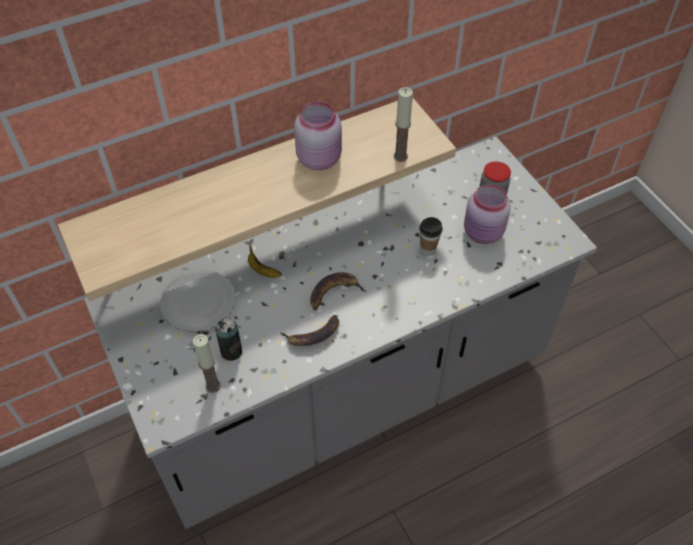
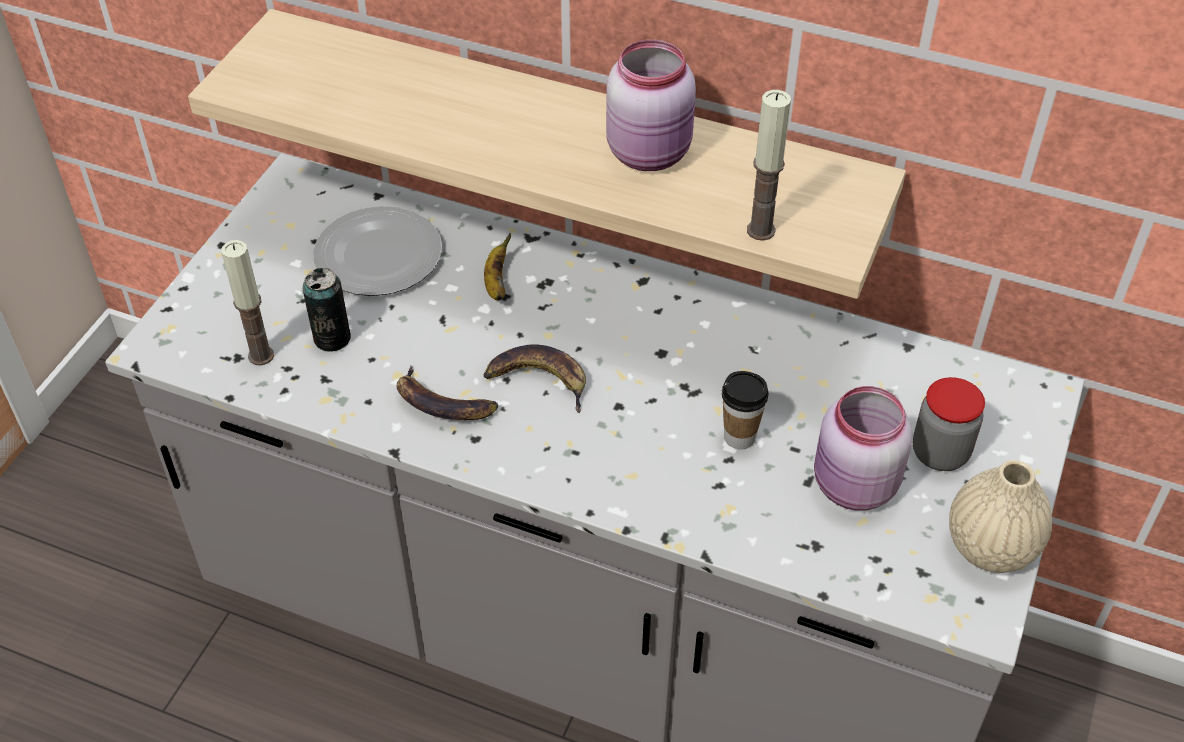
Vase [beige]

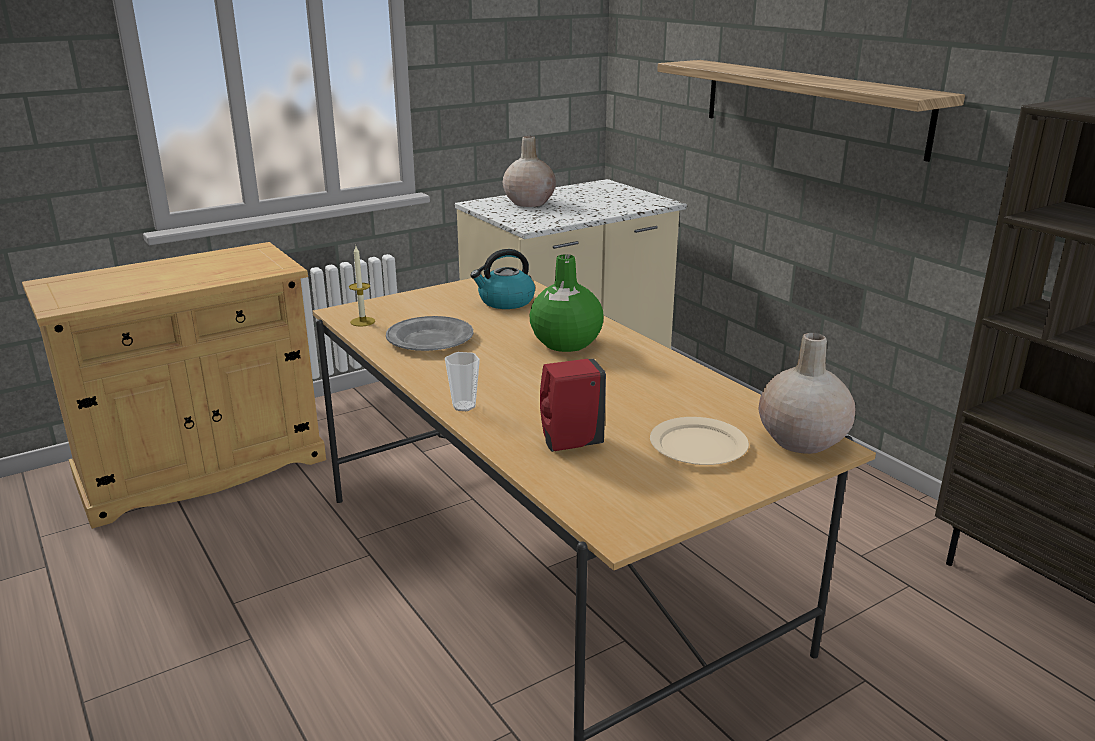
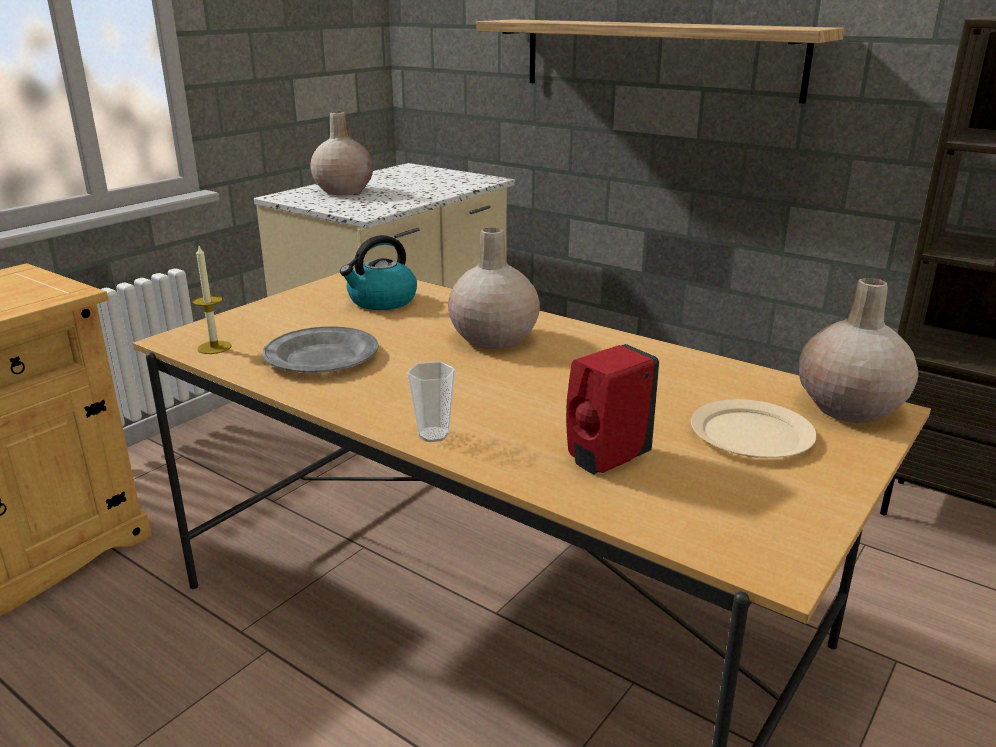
Vase [beige] (no. 2 from left)

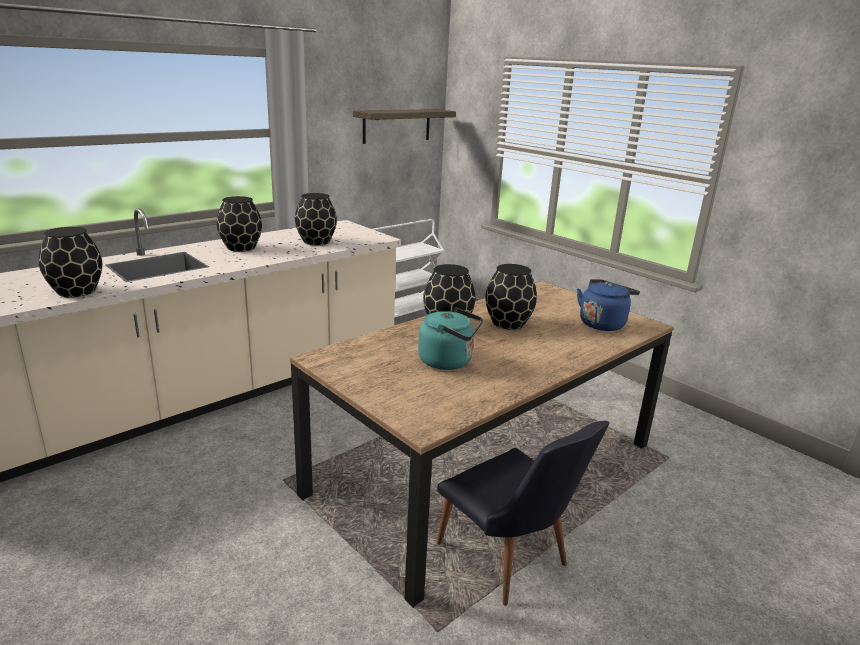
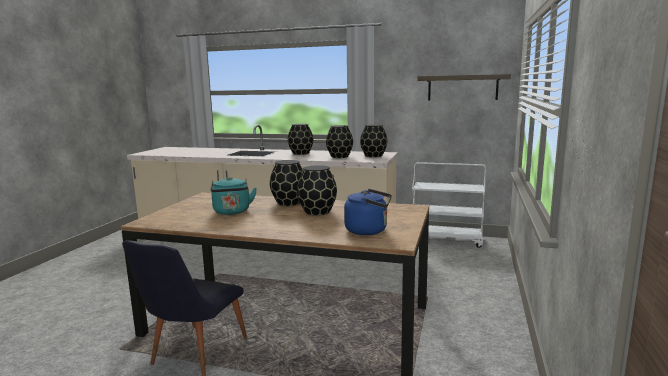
Vase [schwarz] (no. 5 from left)

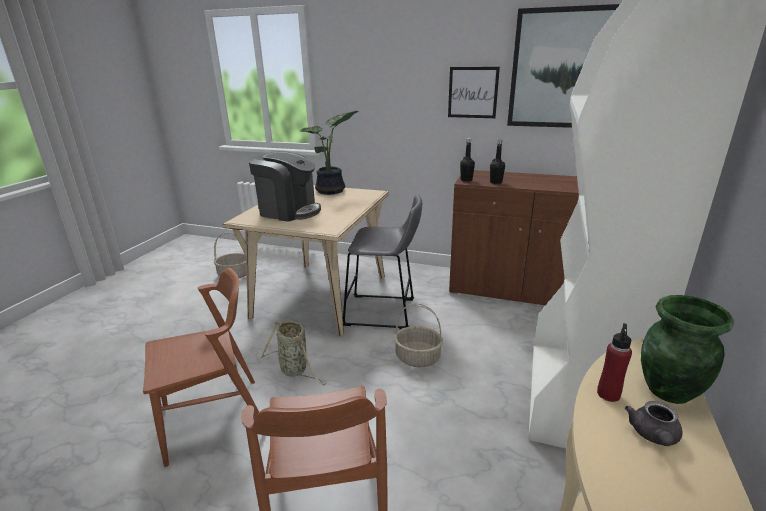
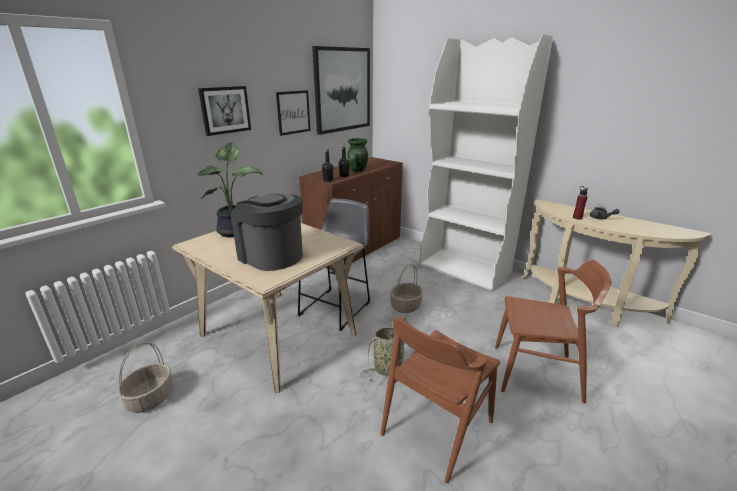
Kaffeemaschine
Stuhl [braun] (no. 1 from left)
Vase [grün]
Bild (no. 1 from left)

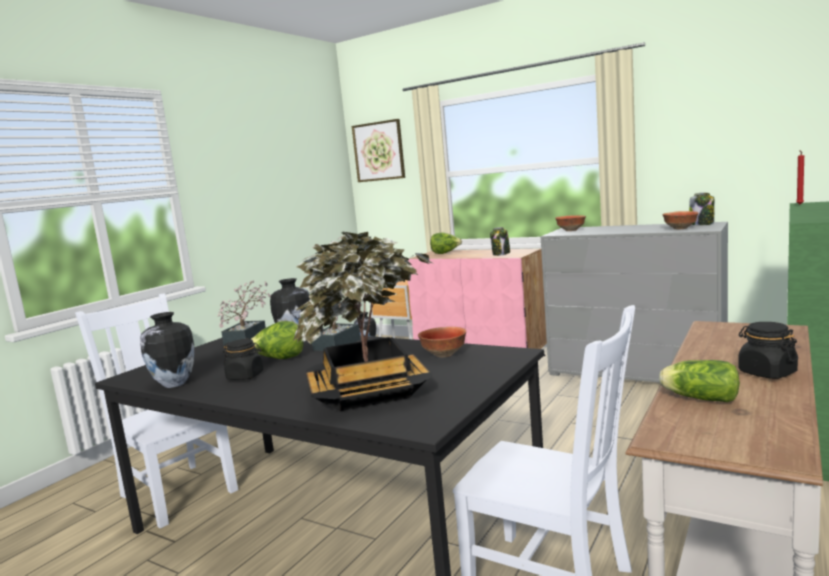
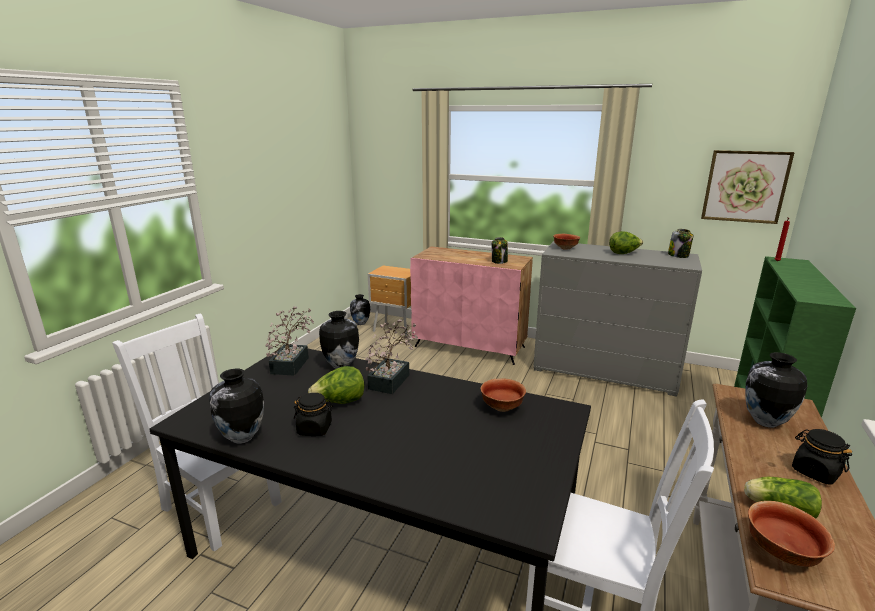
Bild
Schüssel (no. 3 from left)
Topfpflanze (no. 3 from left in the first image)
Salatkopf (no. 2 from left)
Vase (no. 4 from left)

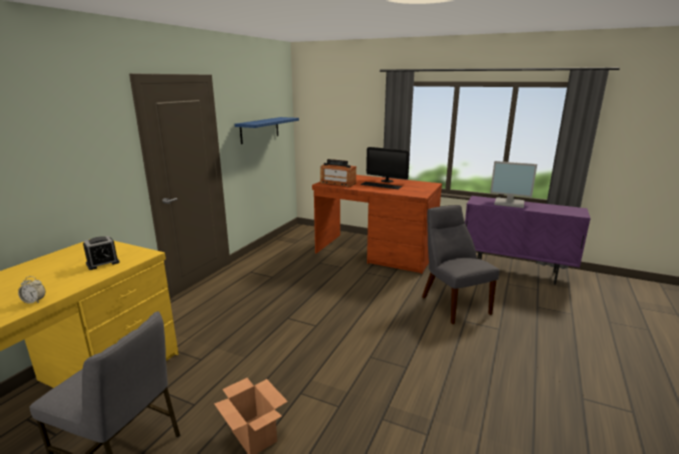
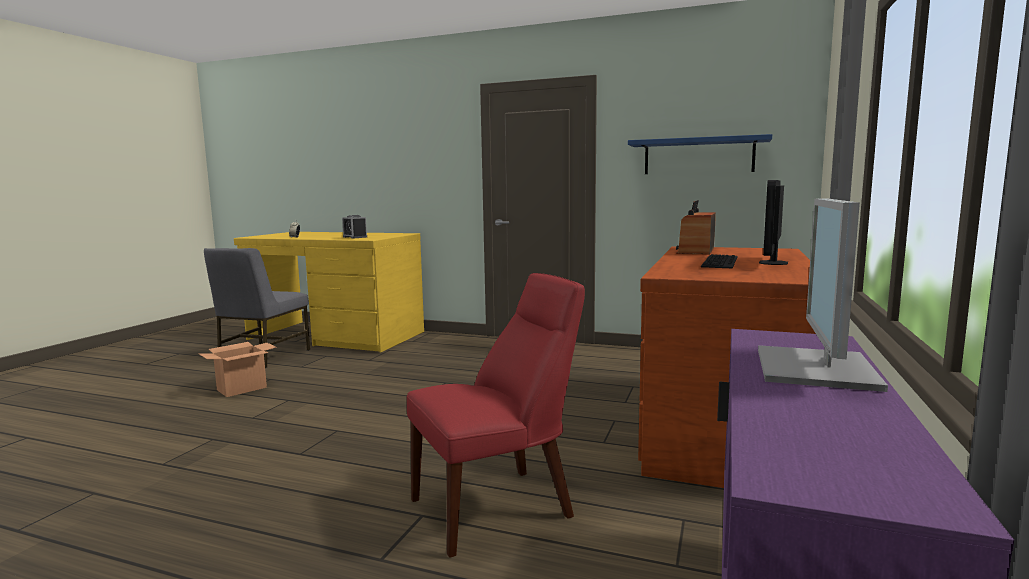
Stuhl [rot]

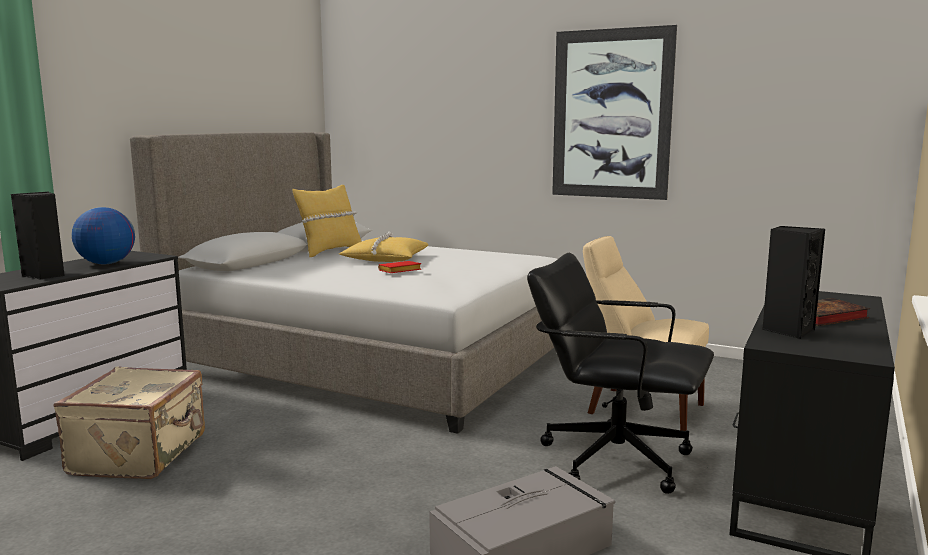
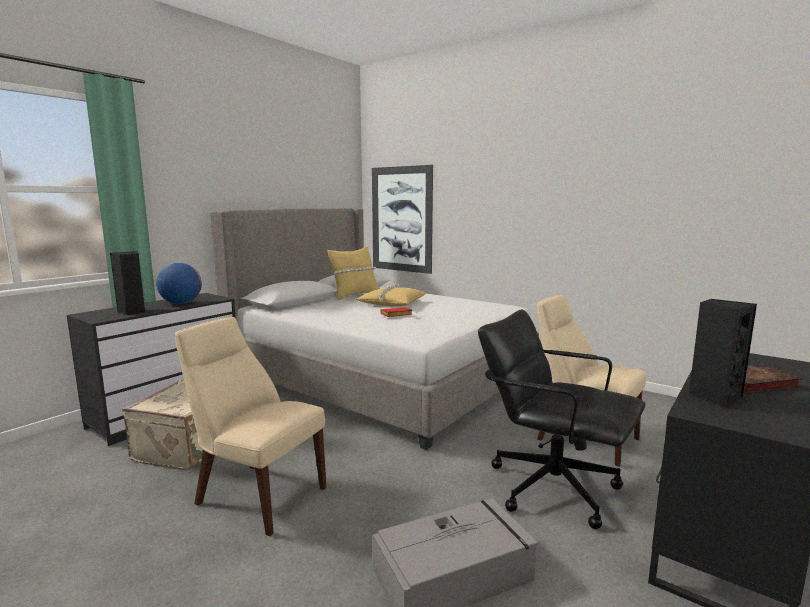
Bild
Stuhl [beige] (no. 1 from left)

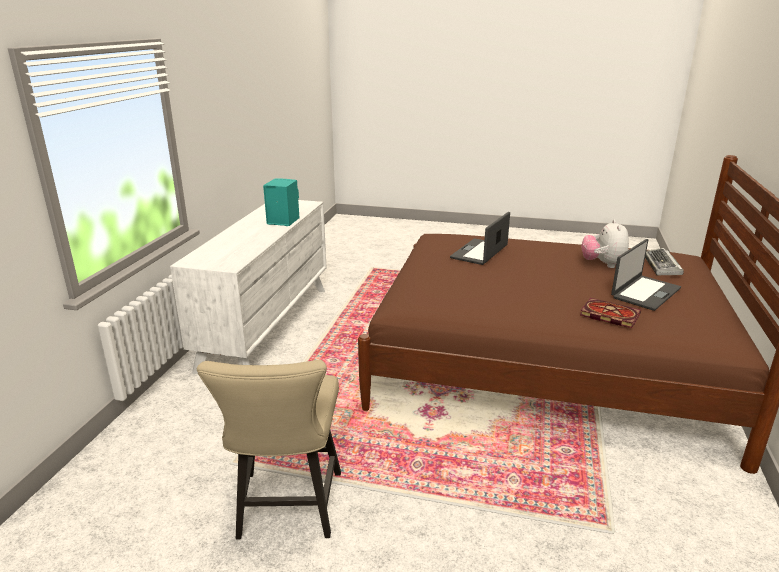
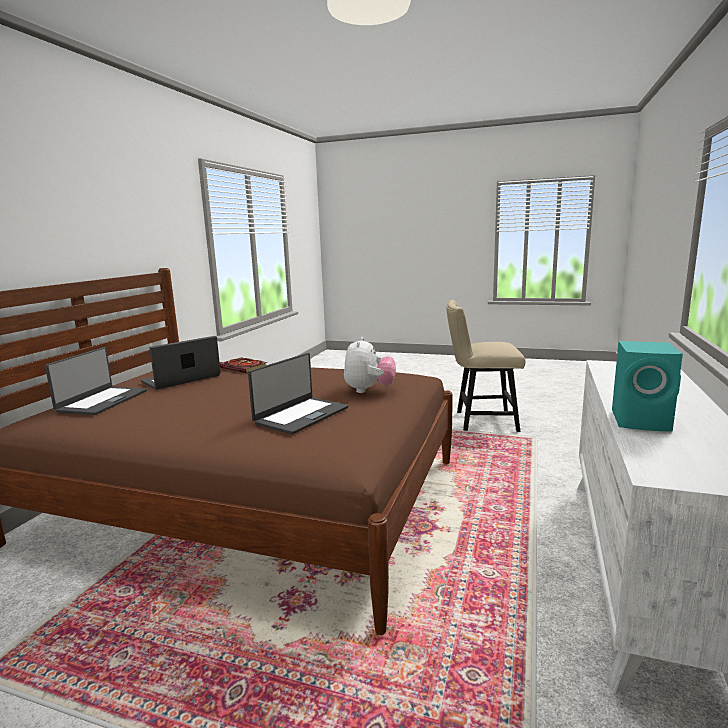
Plüschtier
Laptop (no. 1 from left)
Stuhl [beige]

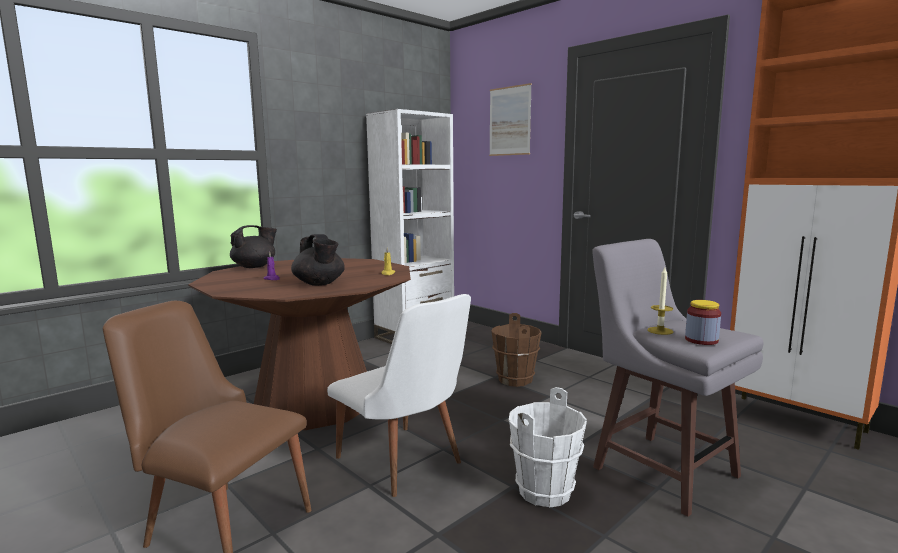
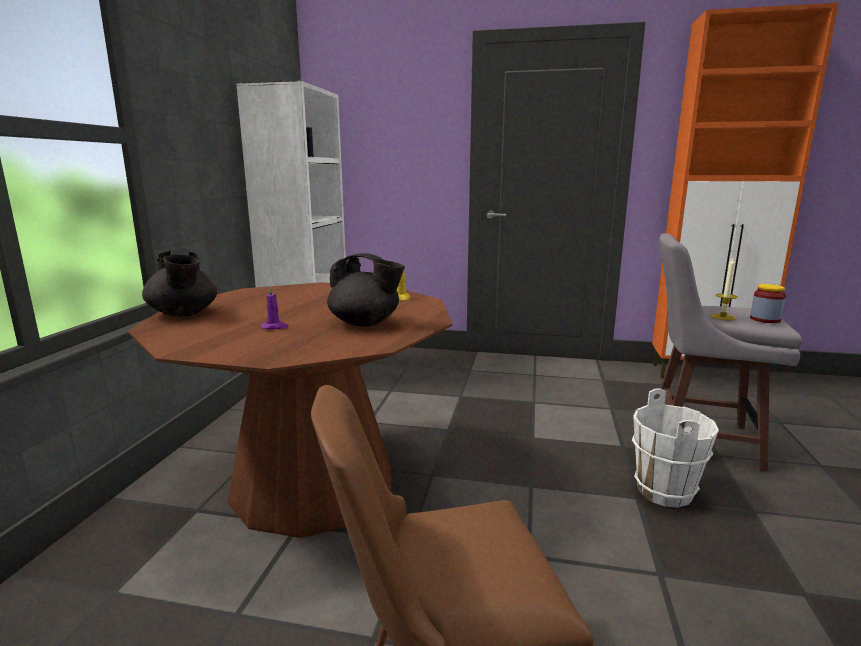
Bild
Teekanne [schwarz] (no. 1 from left)
Stuhl [weiß]
Eimer [braun]

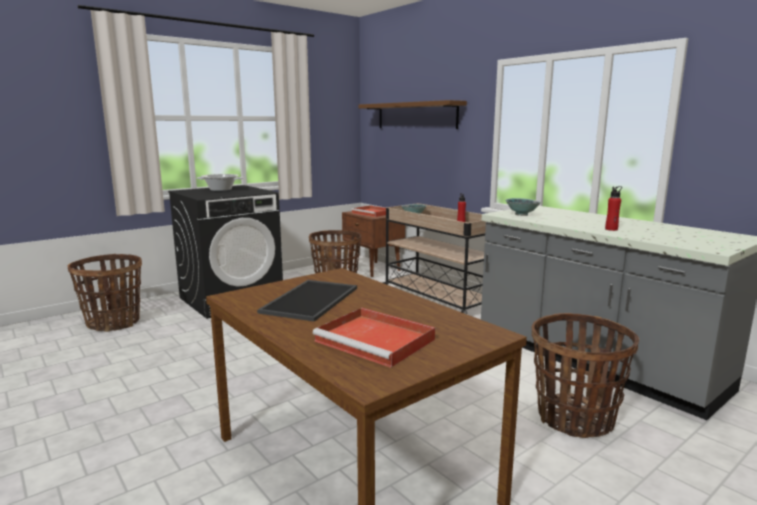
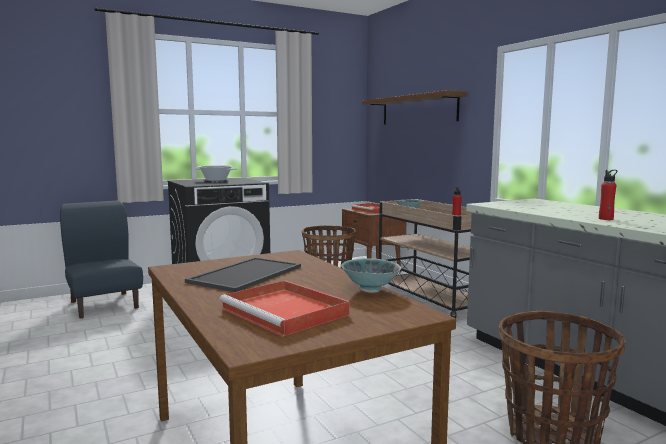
Schüssel (no. 1 from left)
Stuhl [blau]

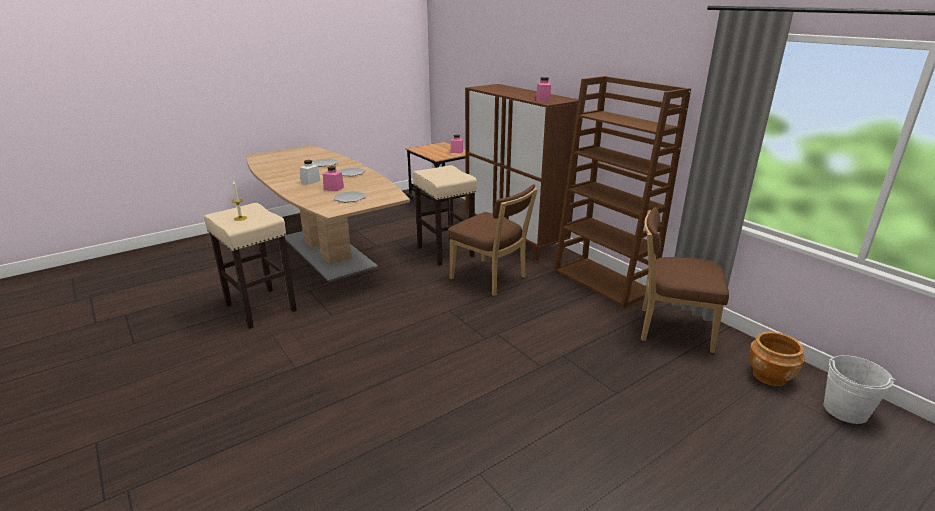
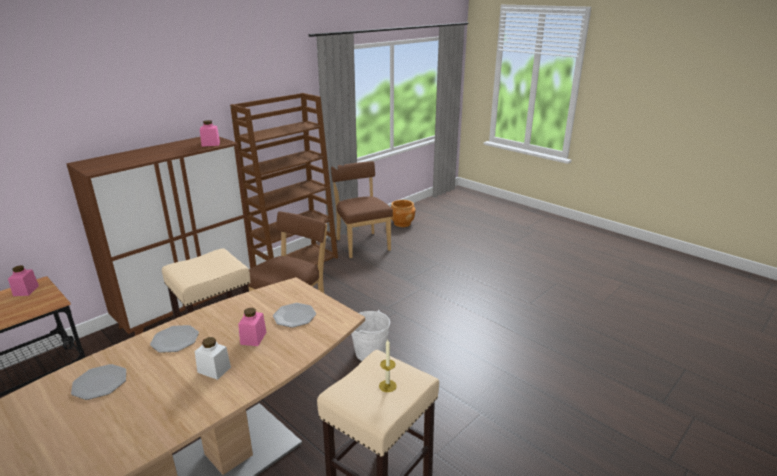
Stuhl [braun] (no. 2 from left)
Eimer [weiß]

